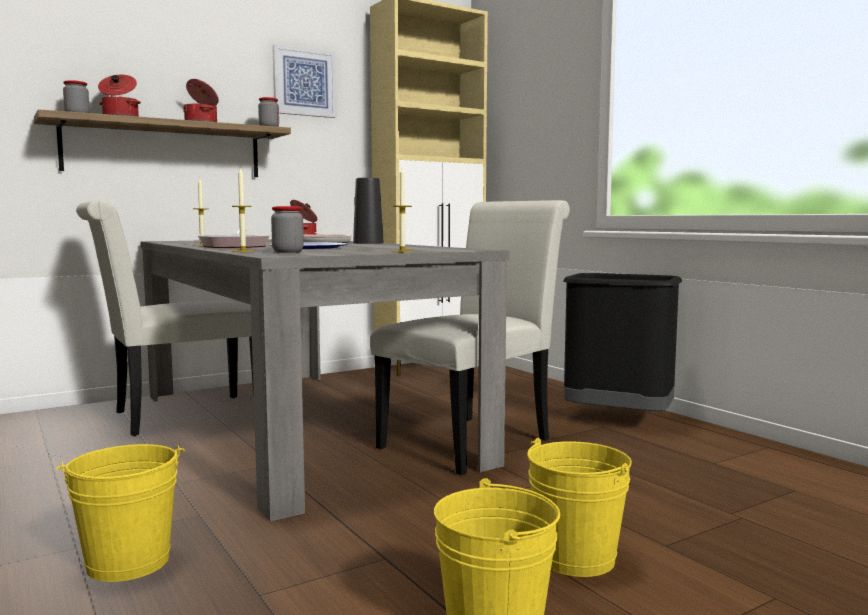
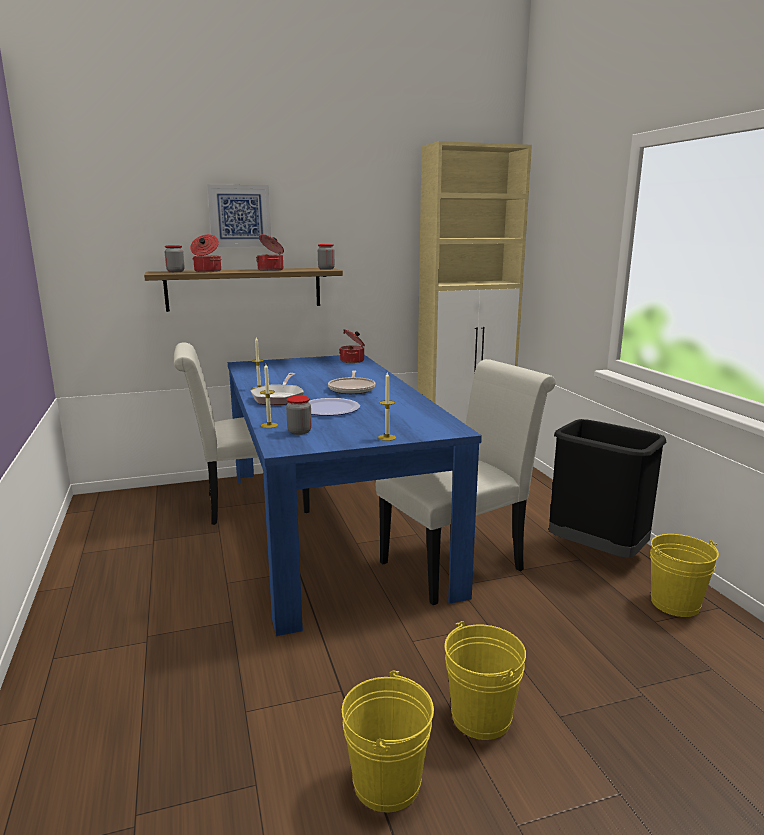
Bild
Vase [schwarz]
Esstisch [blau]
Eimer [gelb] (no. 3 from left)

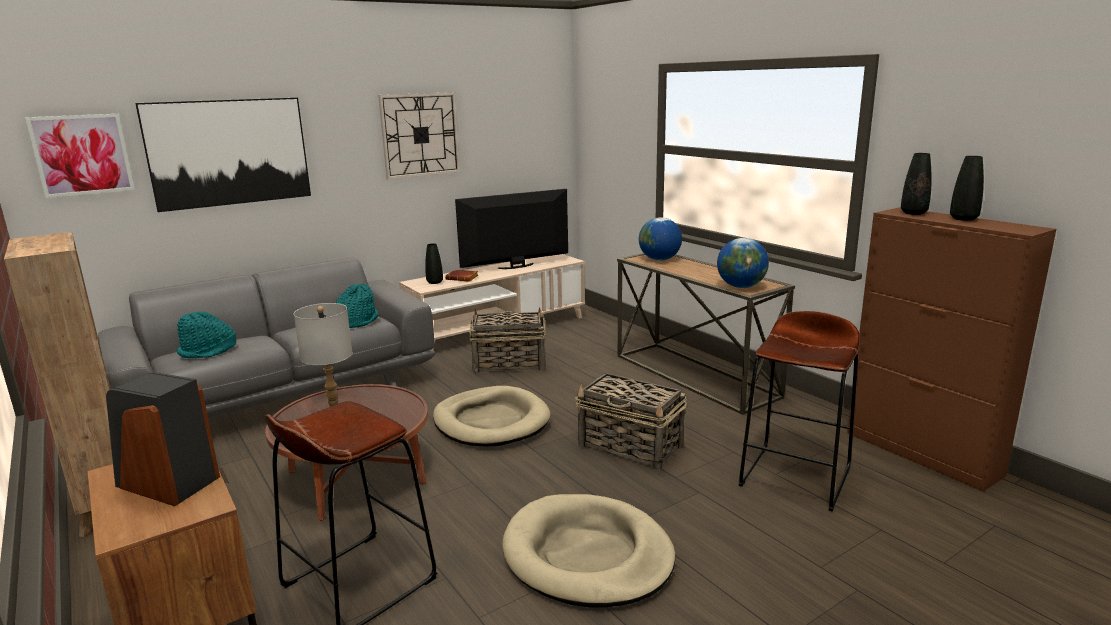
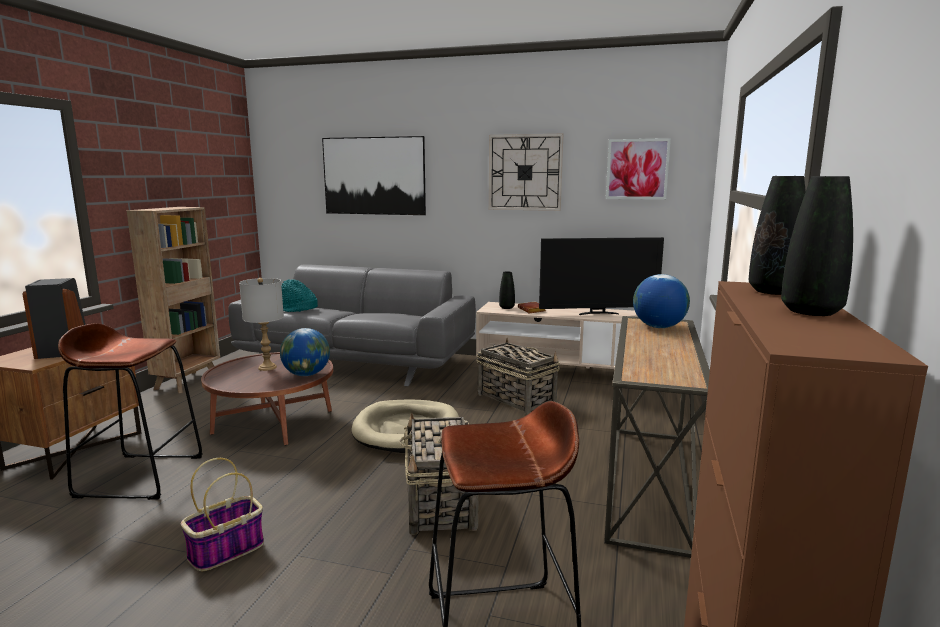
Bild (no. 2 from left)
Fernseher
Globus (no. 1 from left)
Hut [türkis] (no. 2 from left in the first image)
Korb (no. 1 from left)

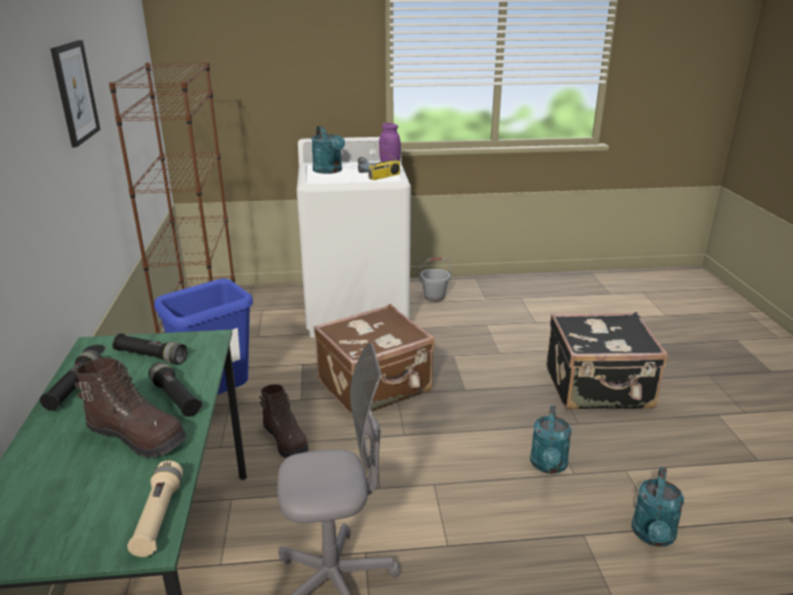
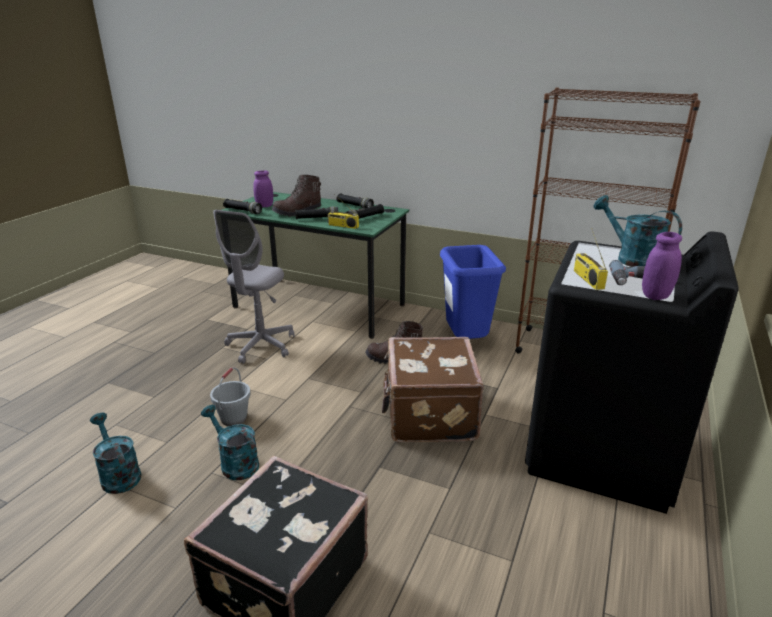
Bild
Gießkanne [türkis] (no. 3 from left)
Waschmaschine [schwarz]
Eimer [grau]
Taschenlampe [schwarz] (no. 1 from left)
Vorratsglas [lila] (no. 1 from left)
Radio (no. 1 from left)

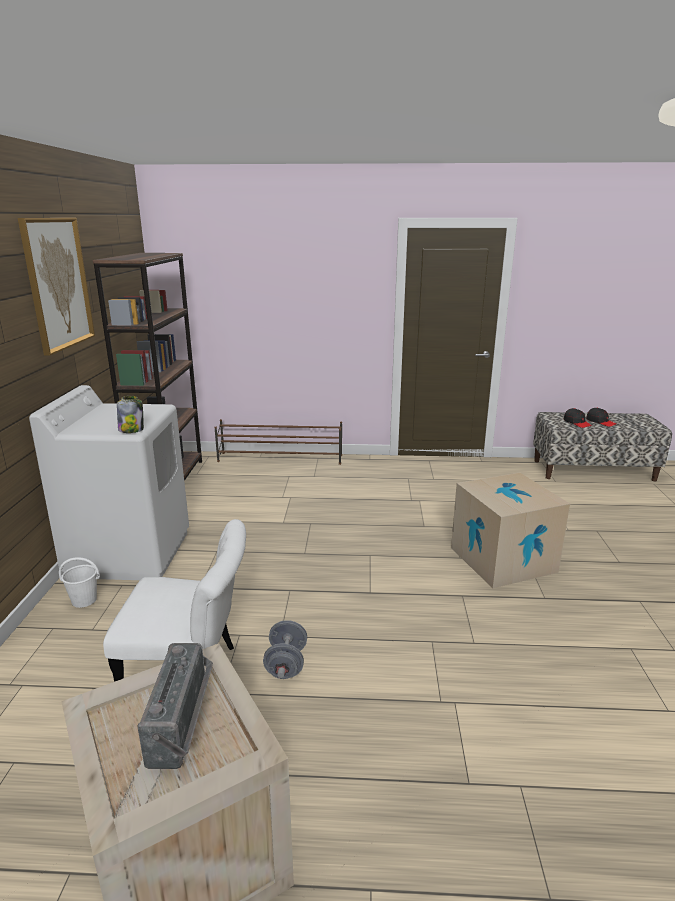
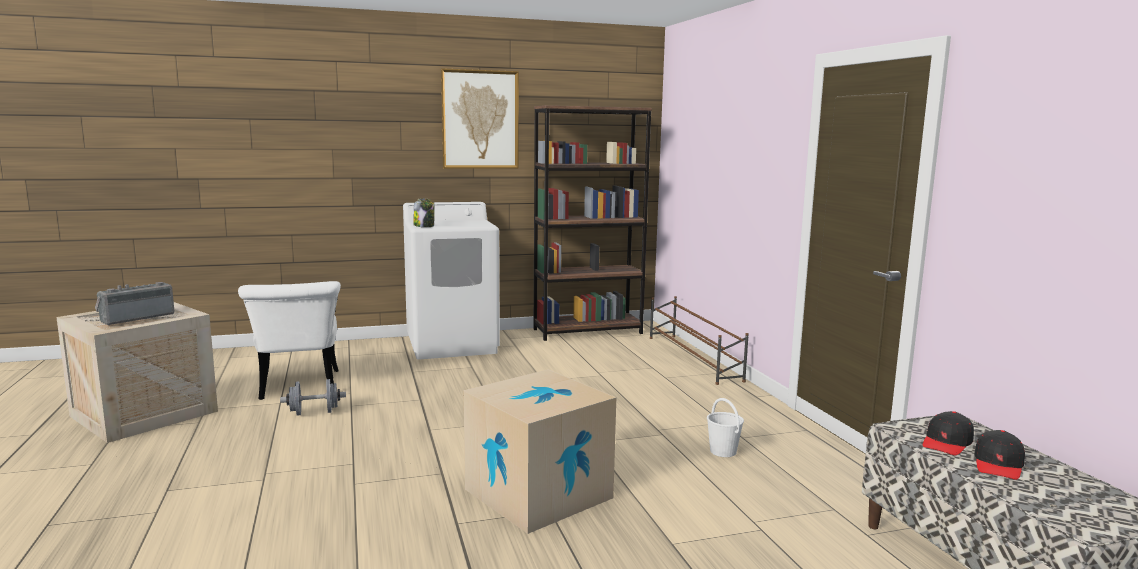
Eimer [weiß]
Radio

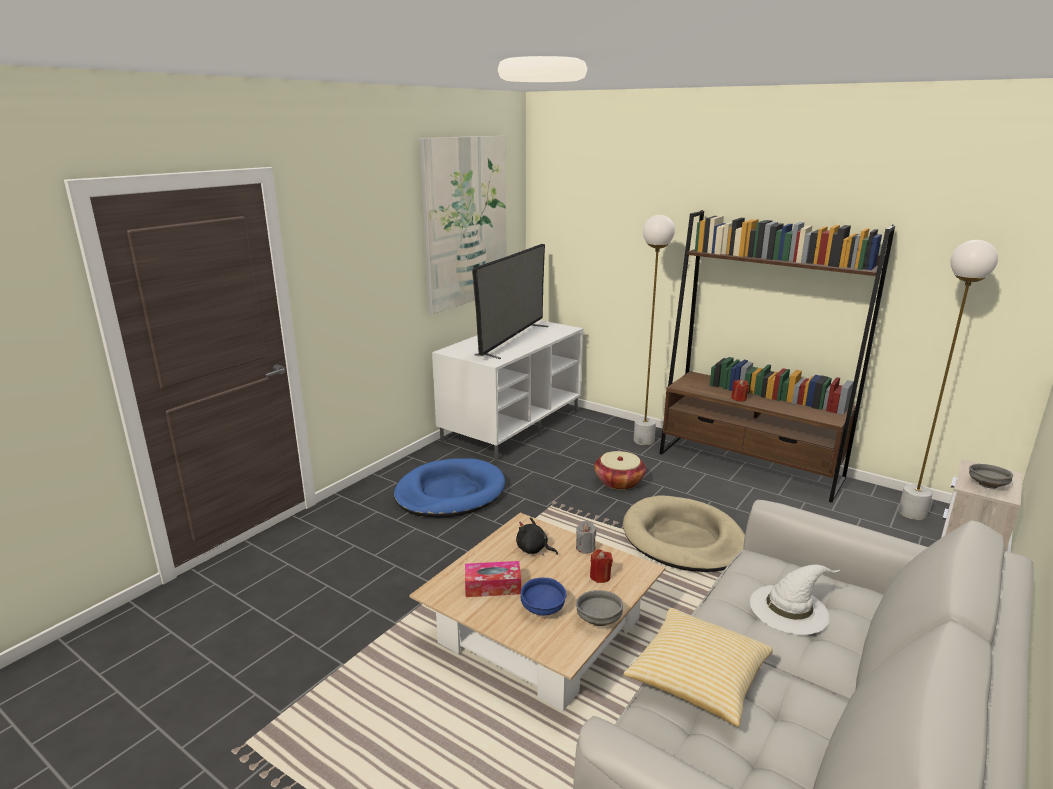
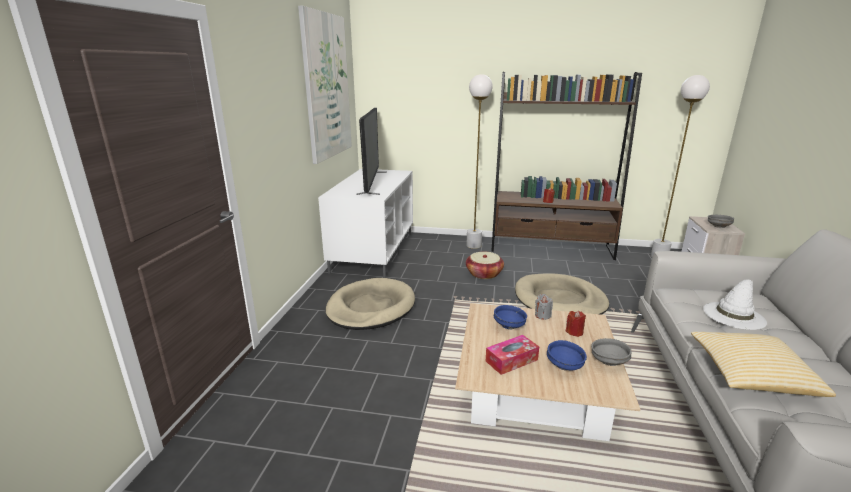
Hundebett [beige] (no. 1 from left)
Schüssel [blau] (no. 1 from left)

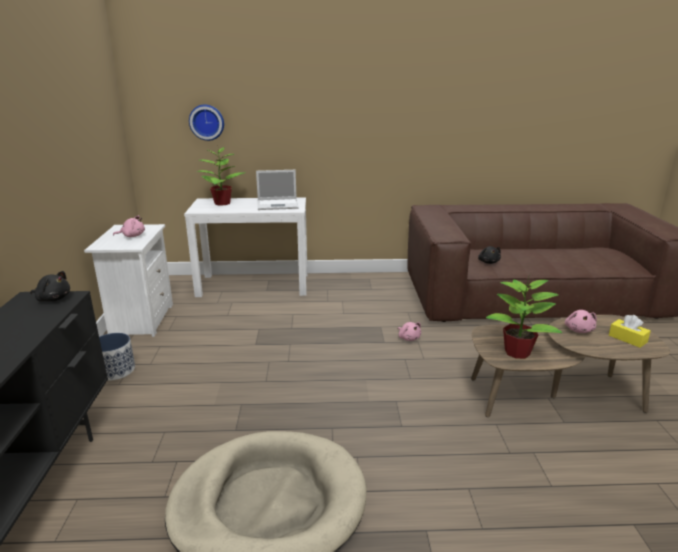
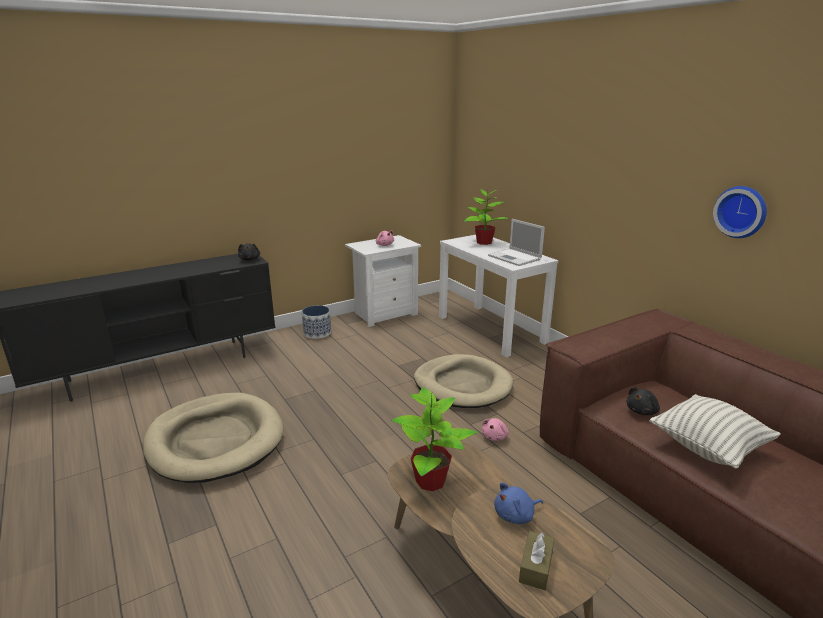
Wanduhr
Plüschtier [blau]
Taschentuchbox [braun]
Hundebett [beige] (no. 2 from left)
Kissen

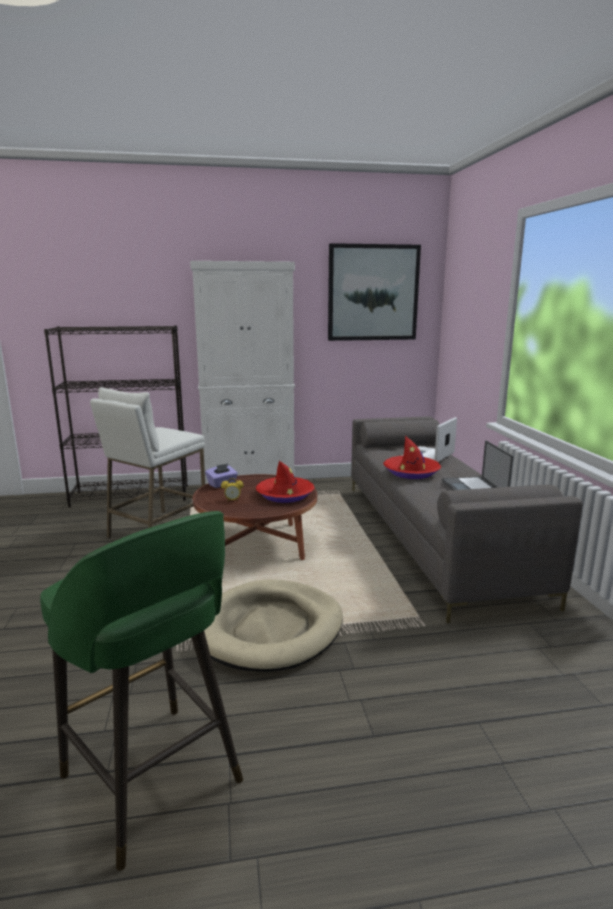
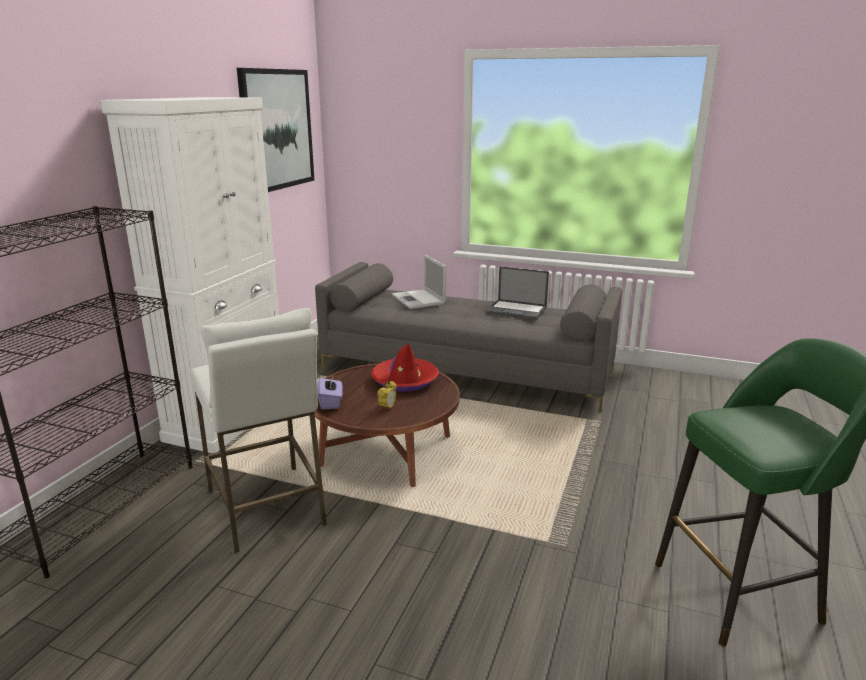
Hut [rot] (no. 2 from left in the first image)
Hundebett [beige]

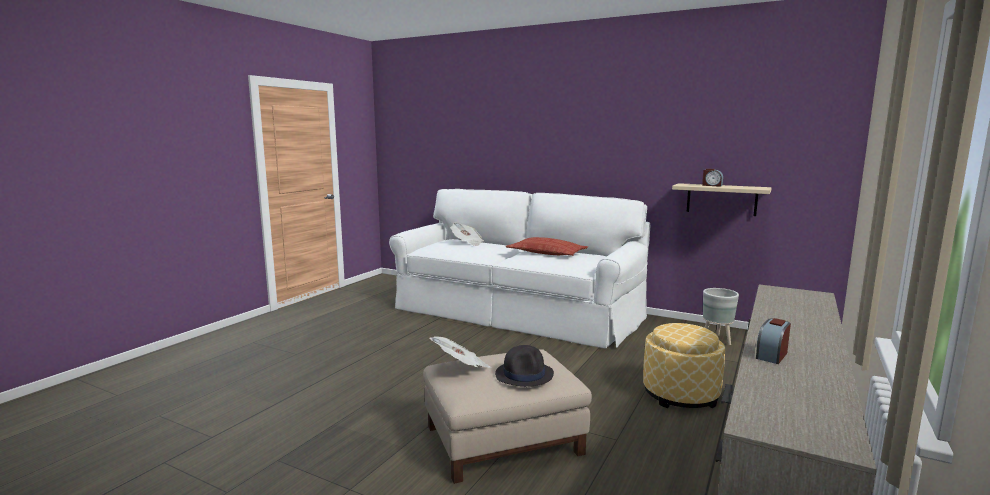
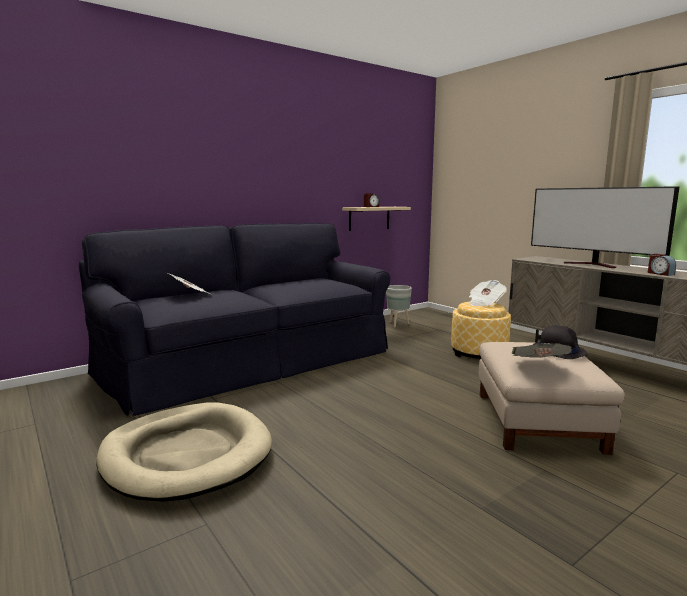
Sofa [schwarz]
Kissen
Fernseher
Zeitung (no. 2 from left)
Hundebett [beige]

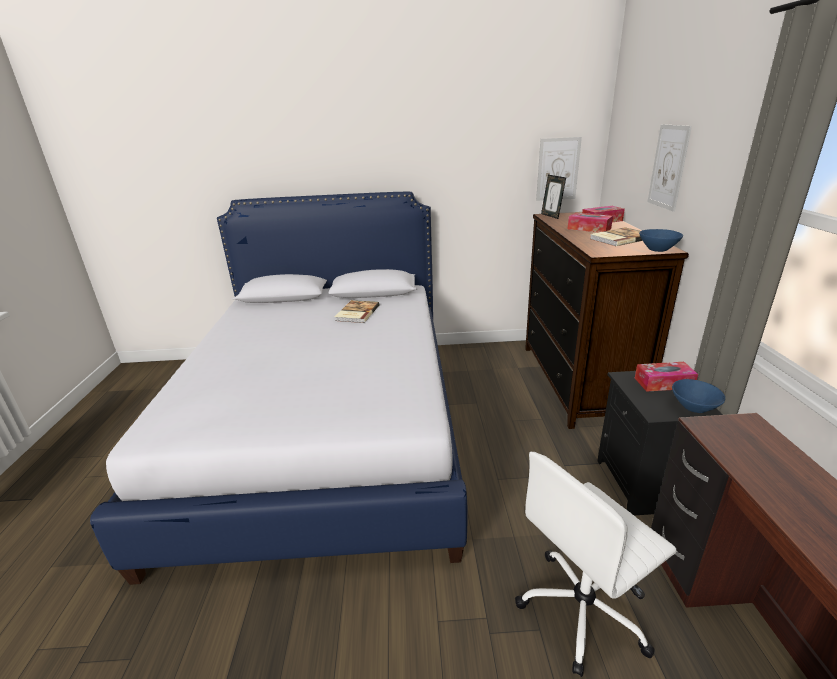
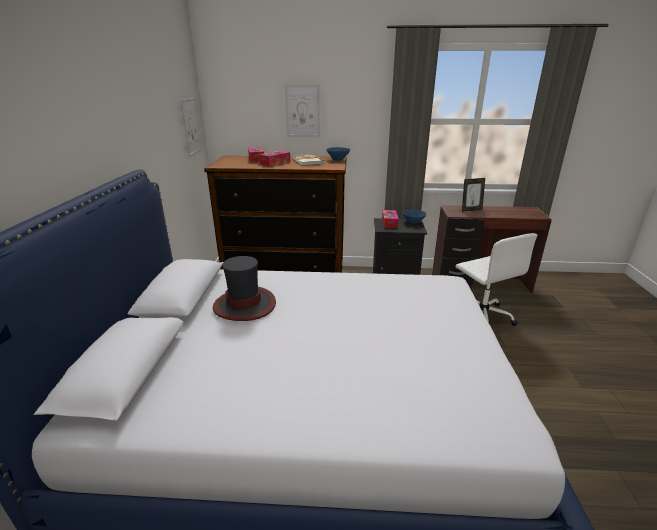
Bilderrahmen
Hut

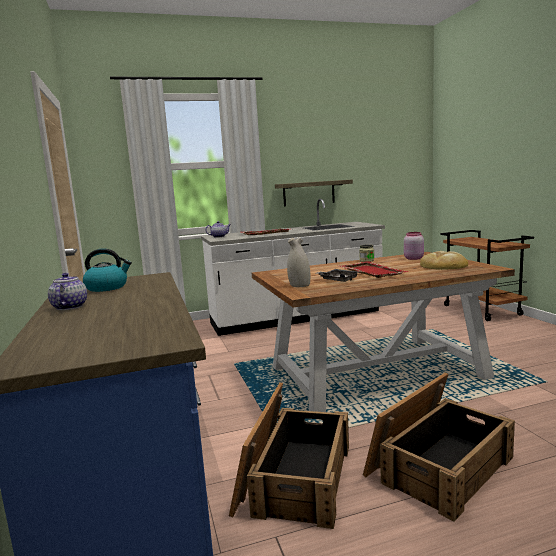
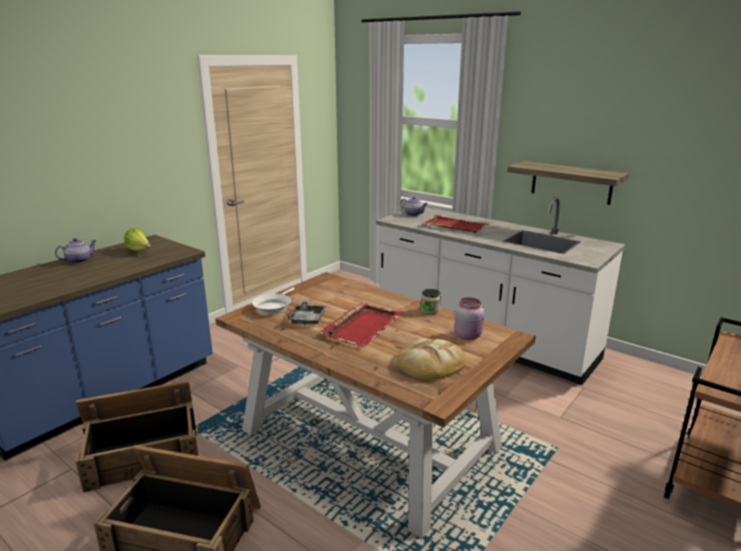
Pfanne [weiß]
Salatkopf

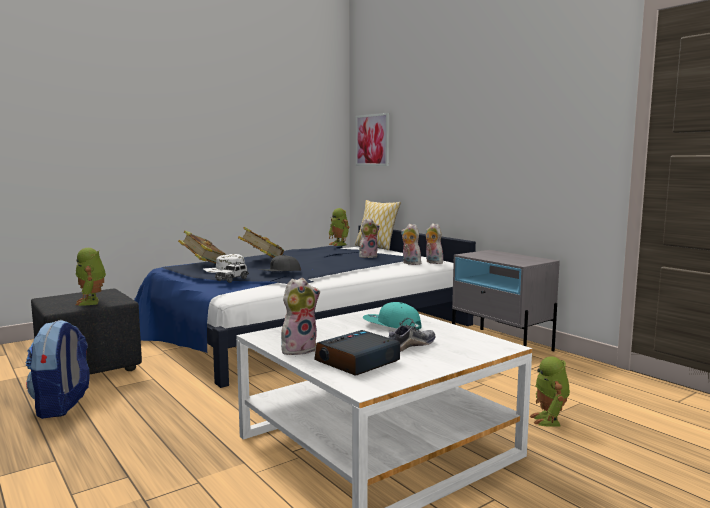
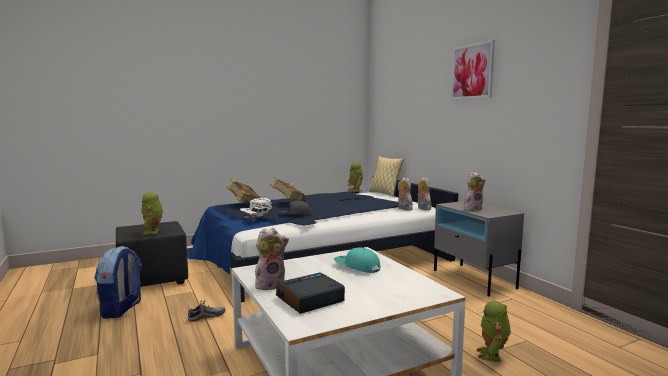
Bild
Plüschtier (no. 4 from left)
Schuh

